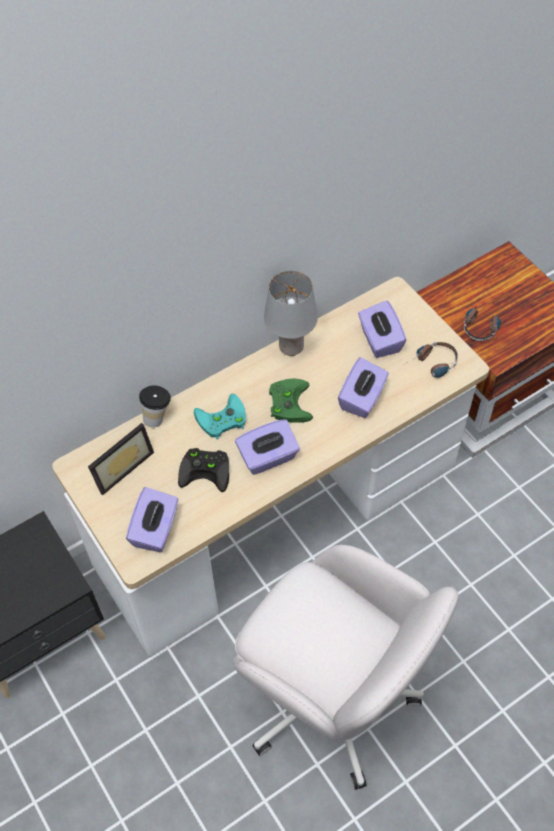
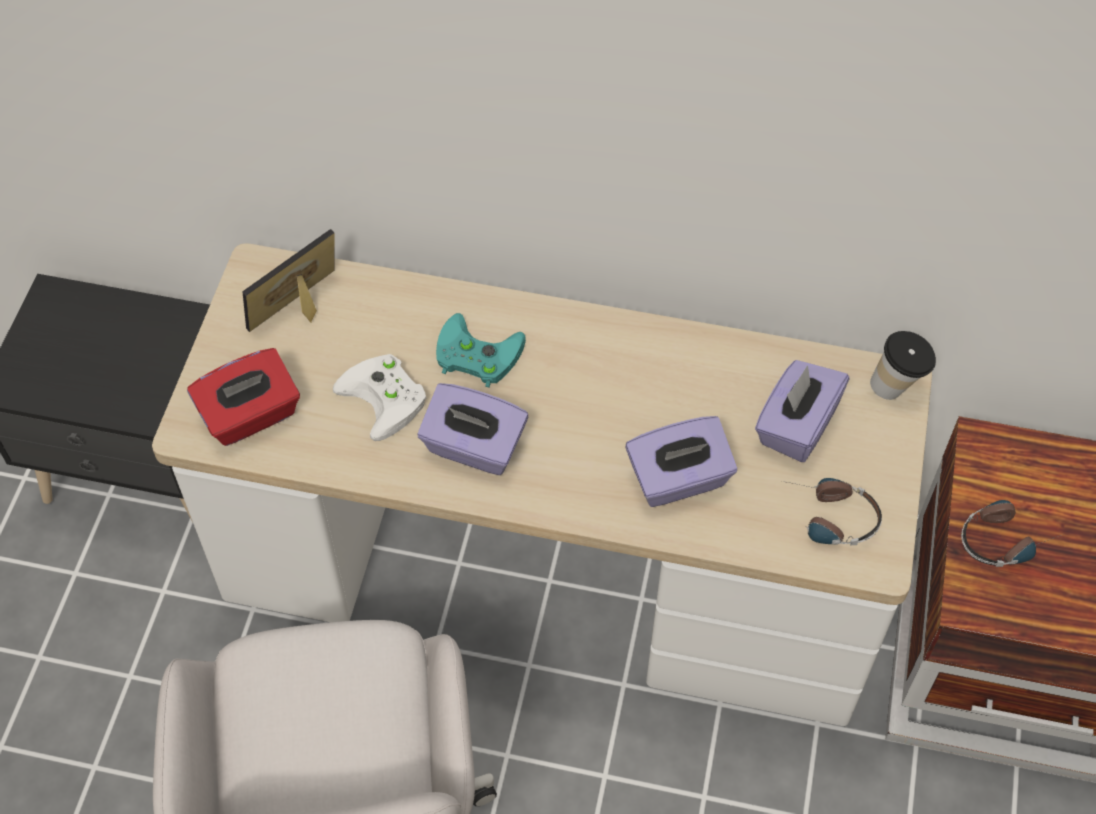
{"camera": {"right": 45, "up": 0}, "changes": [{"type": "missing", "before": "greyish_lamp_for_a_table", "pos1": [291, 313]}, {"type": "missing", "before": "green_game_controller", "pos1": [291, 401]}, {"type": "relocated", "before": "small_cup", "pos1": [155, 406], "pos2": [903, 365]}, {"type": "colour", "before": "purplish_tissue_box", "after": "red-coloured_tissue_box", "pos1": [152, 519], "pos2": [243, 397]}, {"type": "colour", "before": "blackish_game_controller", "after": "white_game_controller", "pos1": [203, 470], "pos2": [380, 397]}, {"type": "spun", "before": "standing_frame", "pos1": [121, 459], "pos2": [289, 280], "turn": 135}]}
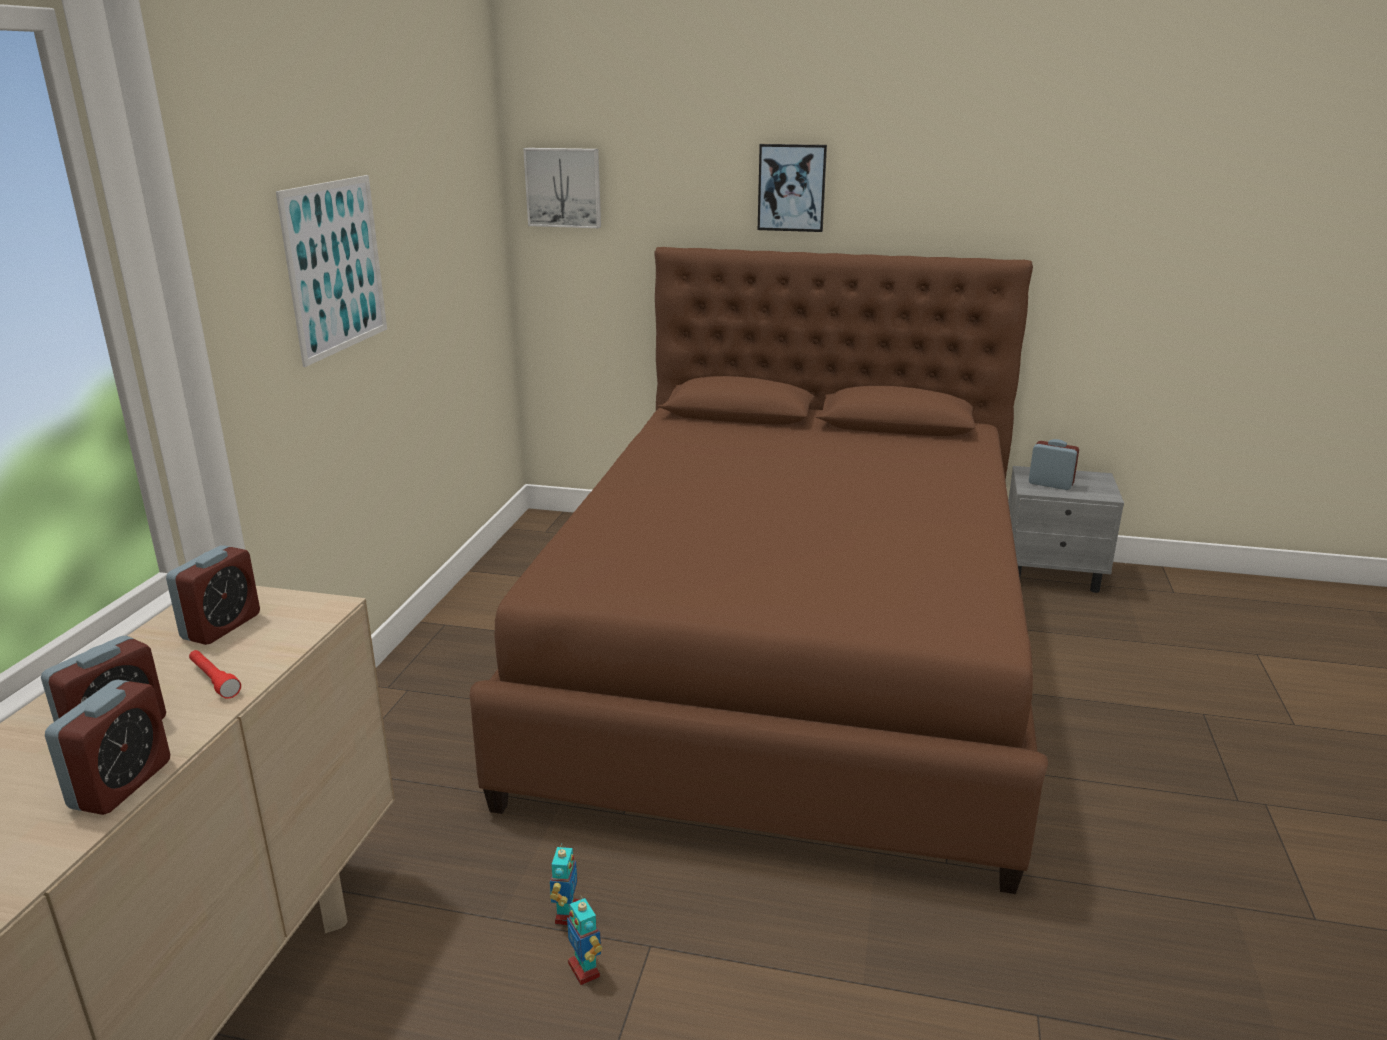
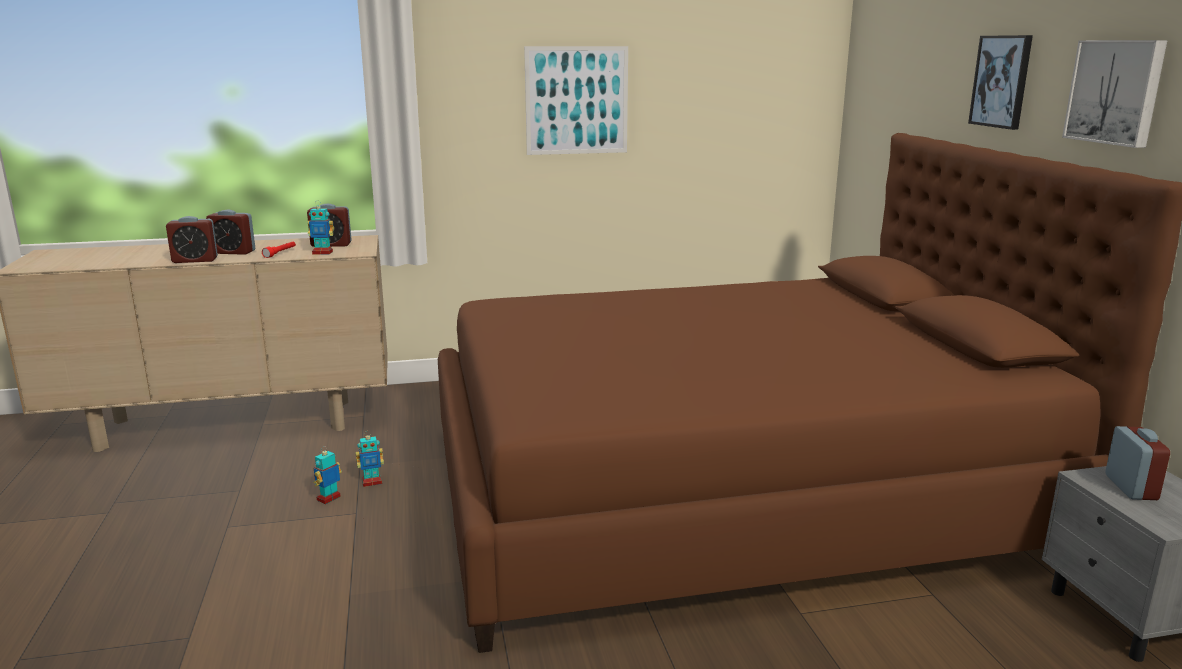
{"camera": {"right": 65, "up": -5}, "changes": [{"type": "appeared", "after": "model_robot", "pos2": [321, 228]}, {"type": "relocated", "before": "picture", "pos1": [562, 188], "pos2": [1115, 94]}]}
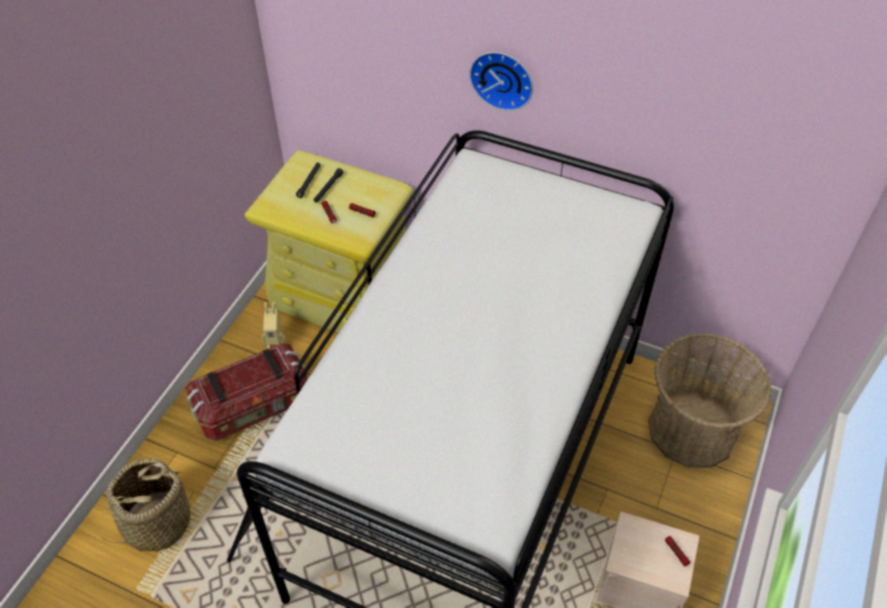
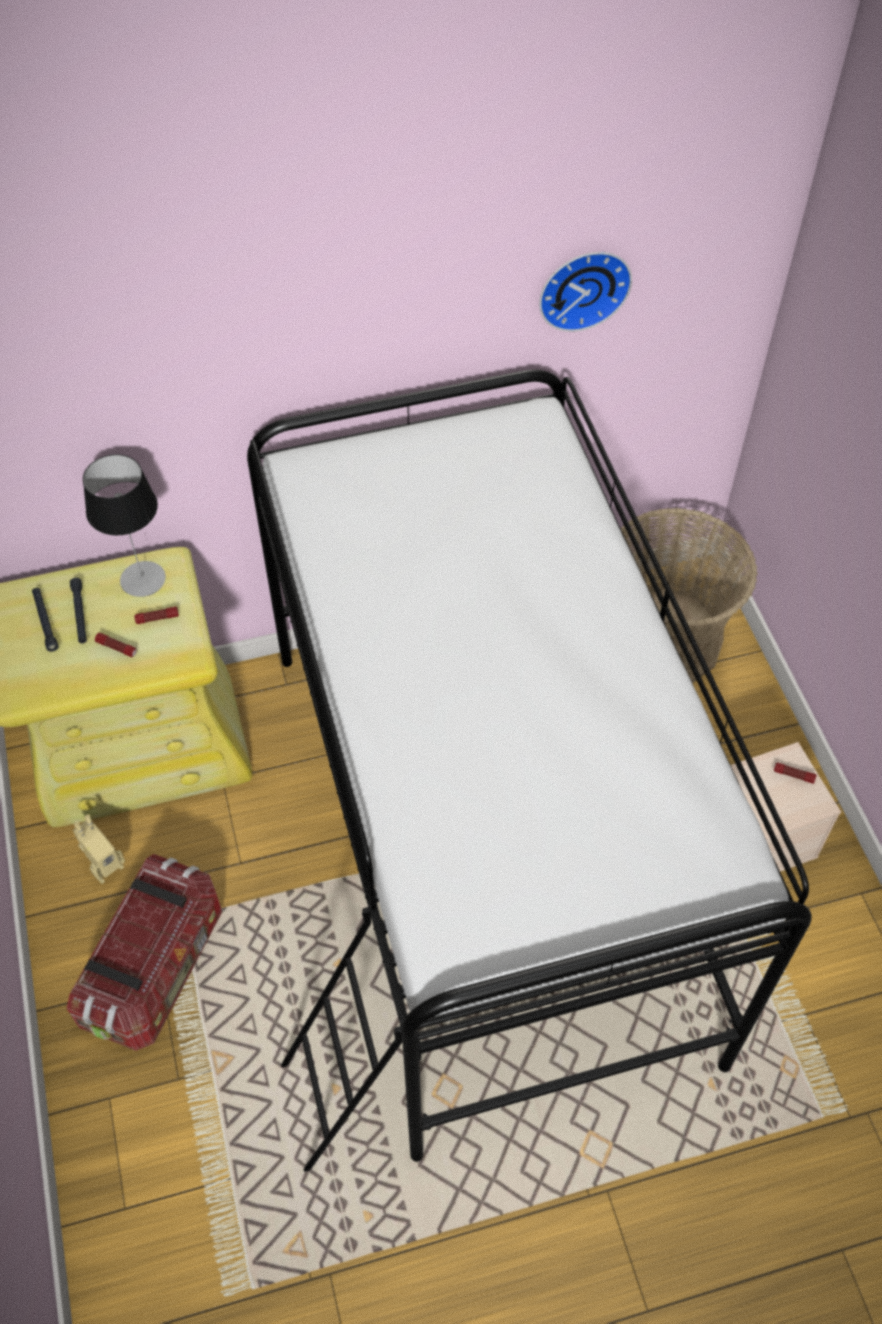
{"camera": {"right": -40, "up": 5}, "changes": [{"type": "missing", "before": "storage_basket", "pos1": [147, 504]}, {"type": "appeared", "after": "lamp_for_a_table", "pos2": [124, 525]}, {"type": "relocated", "before": "hanging_clock", "pos1": [501, 81], "pos2": [585, 292]}]}
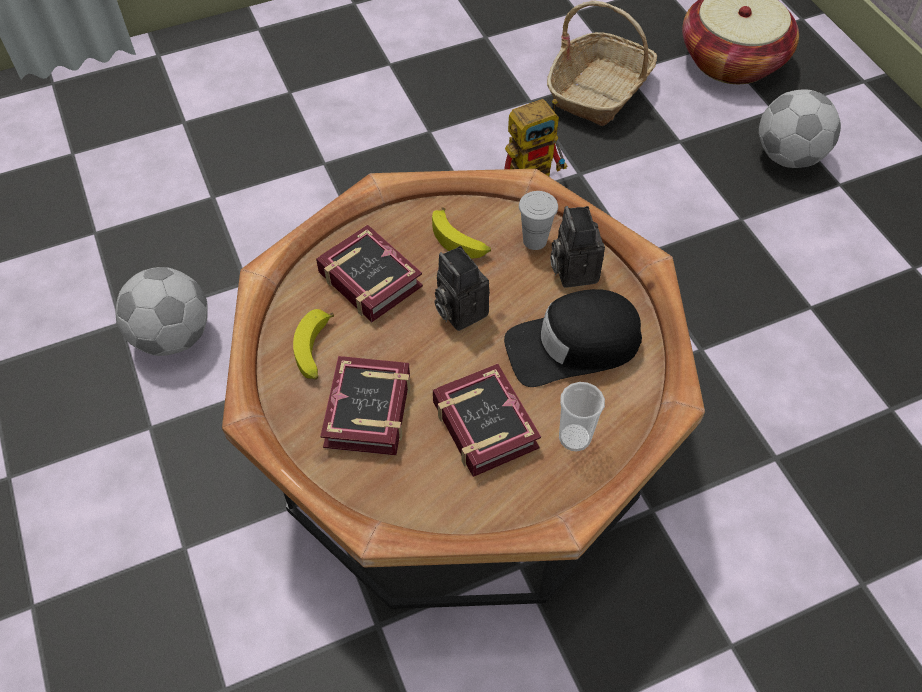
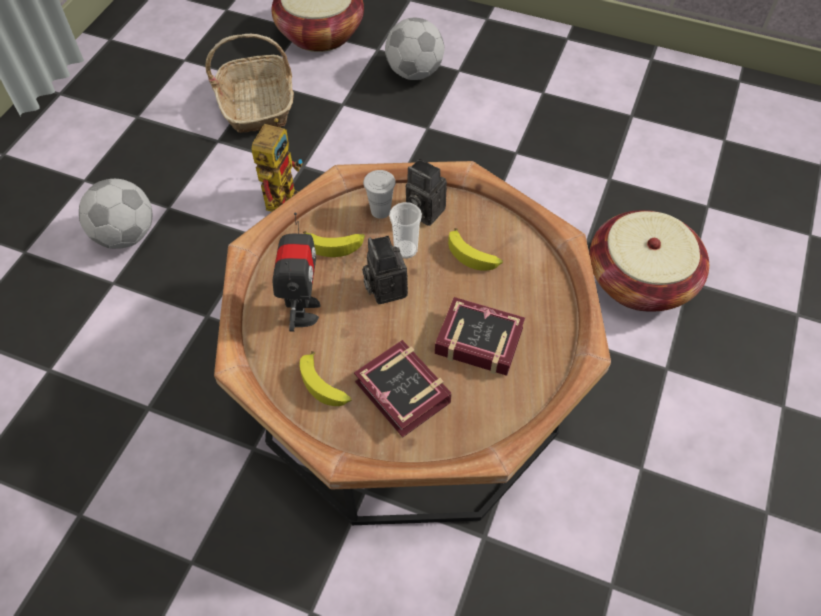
{"camera": {"right": -45, "up": 0}, "changes": [{"type": "appeared", "after": "storage_basket", "pos2": [649, 261]}, {"type": "relocated", "before": "ball_for_football", "pos1": [162, 311], "pos2": [115, 214]}, {"type": "relocated", "before": "small_cup", "pos1": [582, 416], "pos2": [405, 230]}, {"type": "exchanged", "before": "book", "after": "model_robot", "pos1": [369, 273], "pos2": [296, 272]}, {"type": "exchanged", "before": "blackish_baseball_cap", "after": "banana", "pos1": [573, 338], "pos2": [475, 249]}, {"type": "spun", "before": "photo_camera", "pos1": [462, 288], "pos2": [385, 270], "turn": 60}]}
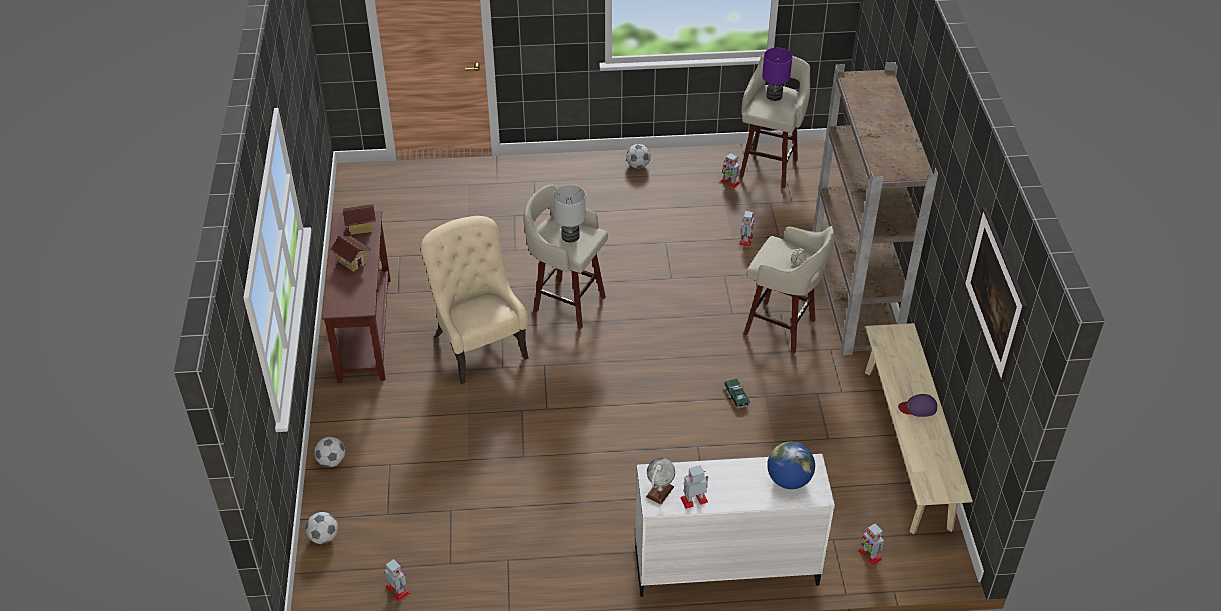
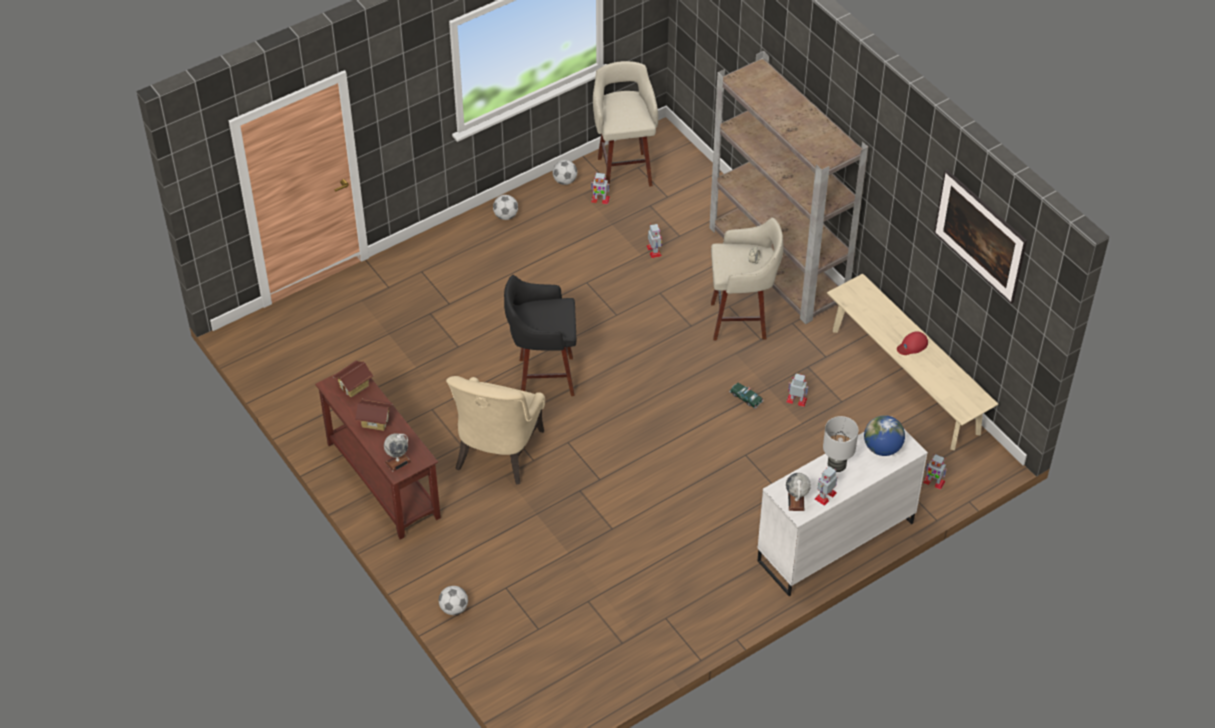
{"camera": {"right": -30, "up": 5}, "changes": [{"type": "missing", "before": "purplish_lamp_for_a_table", "pos1": [777, 74]}, {"type": "appeared", "after": "world_globe", "pos2": [397, 452]}, {"type": "relocated", "before": "ball_for_football", "pos1": [322, 528], "pos2": [565, 172]}, {"type": "relocated", "before": "model_robot", "pos1": [397, 580], "pos2": [797, 390]}, {"type": "relocated", "before": "greyish_lamp_for_a_table", "pos1": [570, 213], "pos2": [840, 444]}, {"type": "colour", "before": "beige_stool_seat", "after": "blackish_stool_seat", "pos1": [566, 256], "pos2": [540, 335]}, {"type": "colour", "before": "purplish_baseball_cap", "after": "red-coloured_baseball_cap", "pos1": [917, 405], "pos2": [912, 343]}, {"type": "spun", "before": "beige_upright_chair", "pos1": [475, 300], "pos2": [495, 430], "turn": -105}]}
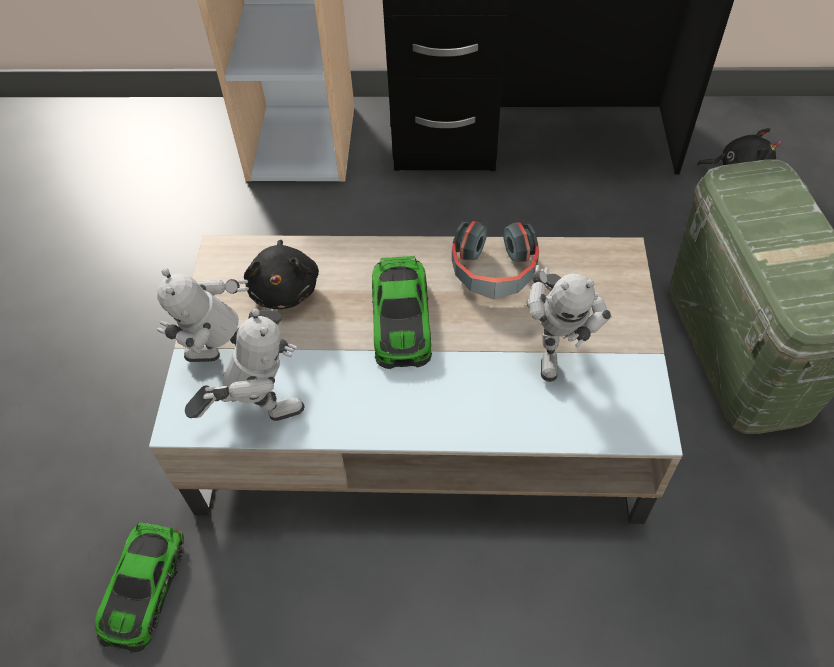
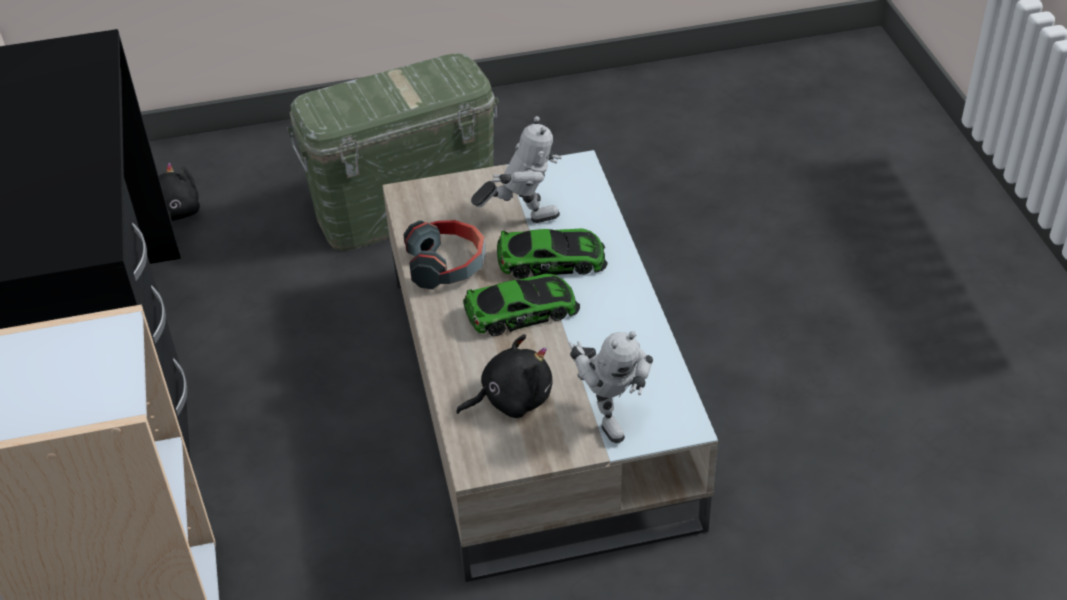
{"camera": {"right": -105, "up": -10}, "changes": [{"type": "missing", "before": "model_robot", "pos1": [245, 364]}, {"type": "relocated", "before": "model_car", "pos1": [139, 587], "pos2": [552, 254]}]}
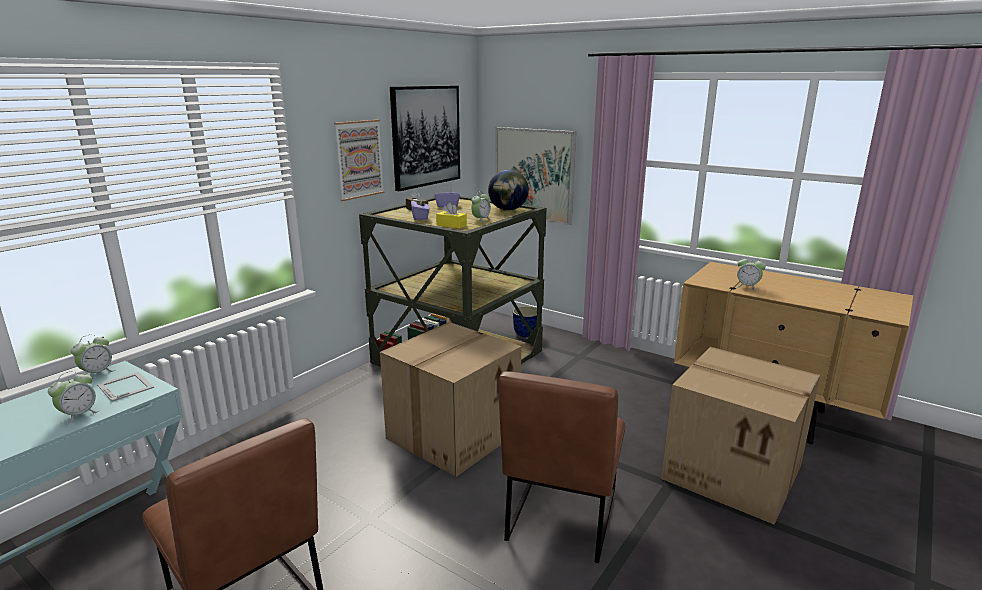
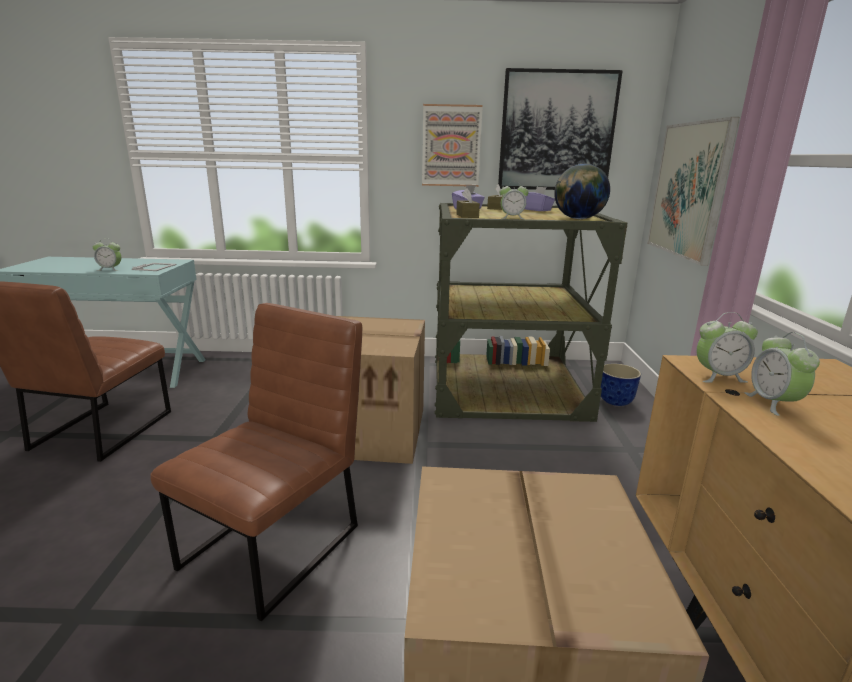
{"camera": {"right": 55, "up": 0}, "changes": [{"type": "relocated", "before": "table_clock", "pos1": [93, 356], "pos2": [727, 347]}, {"type": "colour", "before": "yellow_tissue_box", "after": "brown_tissue_box", "pos1": [451, 215], "pos2": [468, 203]}, {"type": "spun", "before": "brown_upright_chair", "pos1": [562, 467], "pos2": [256, 462], "turn": 135}]}
